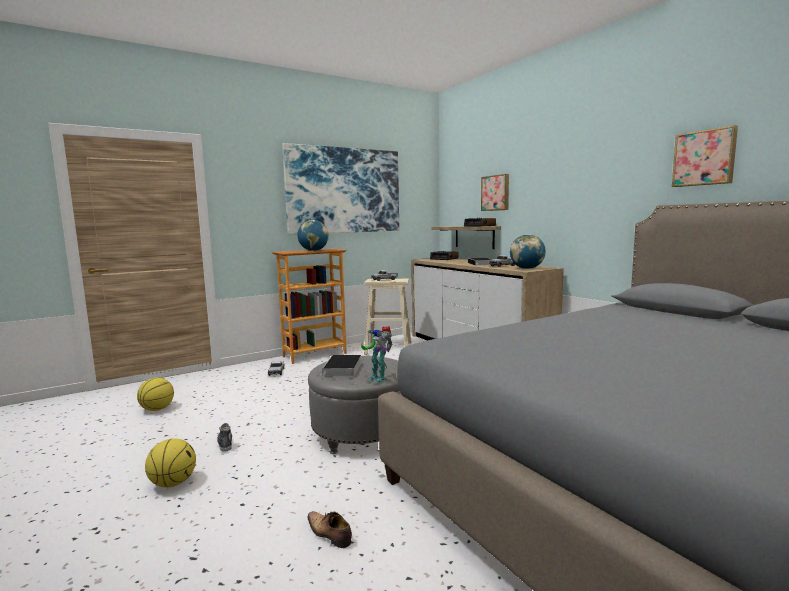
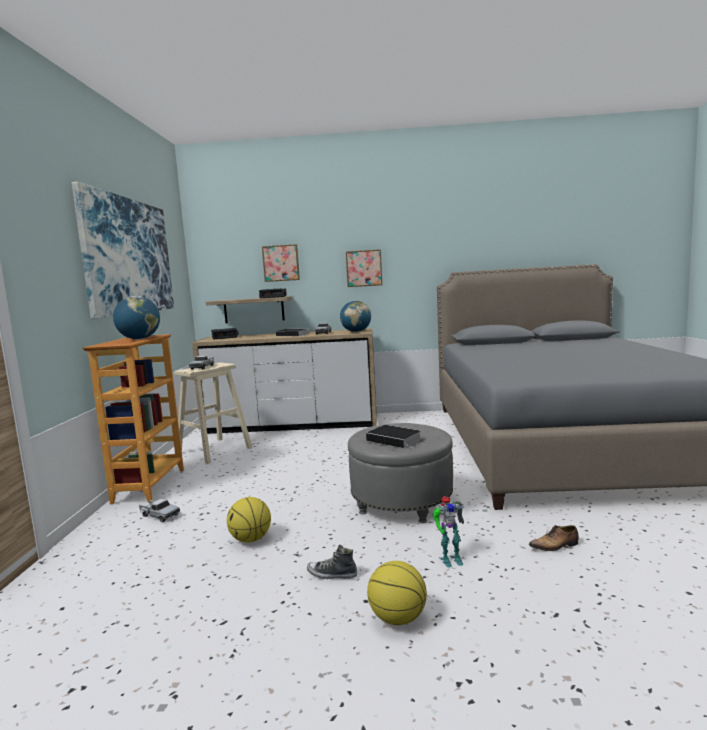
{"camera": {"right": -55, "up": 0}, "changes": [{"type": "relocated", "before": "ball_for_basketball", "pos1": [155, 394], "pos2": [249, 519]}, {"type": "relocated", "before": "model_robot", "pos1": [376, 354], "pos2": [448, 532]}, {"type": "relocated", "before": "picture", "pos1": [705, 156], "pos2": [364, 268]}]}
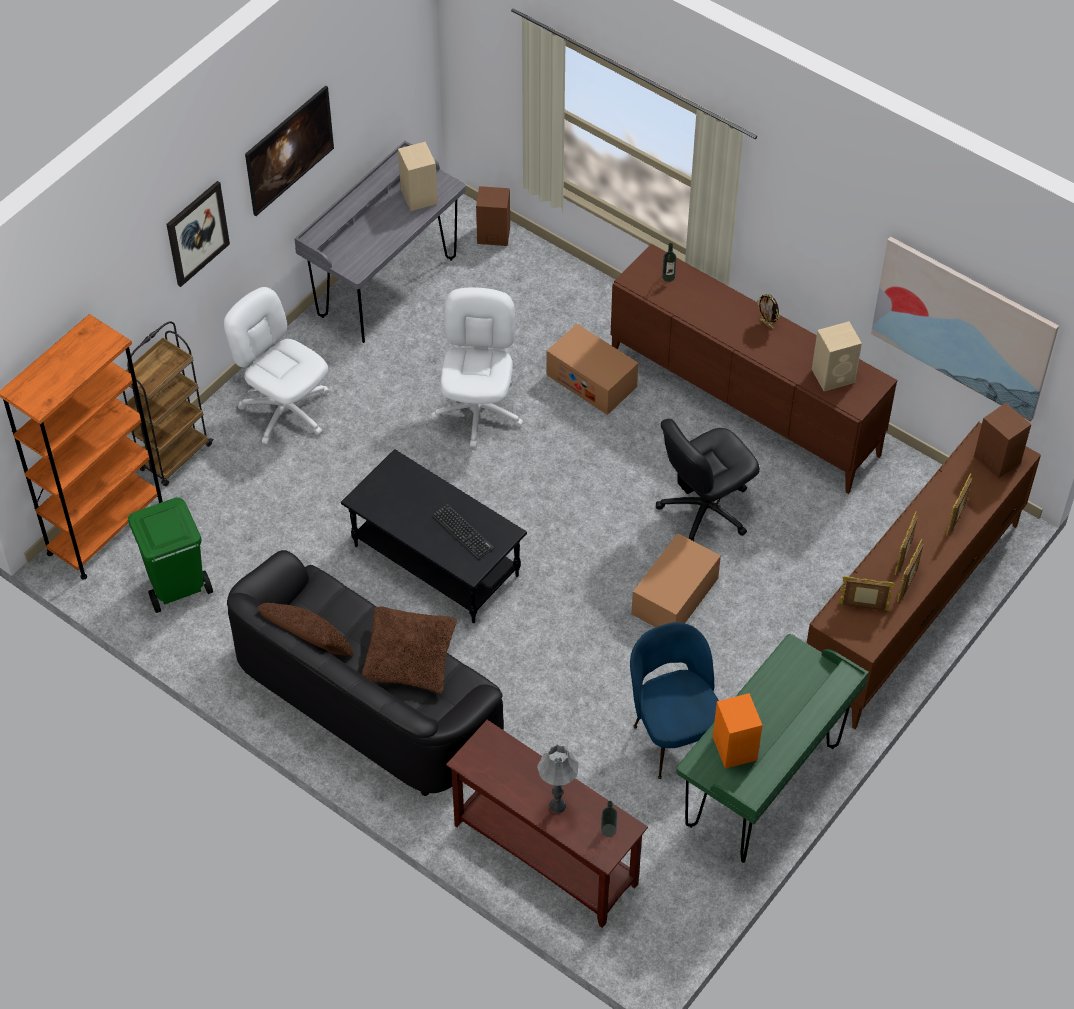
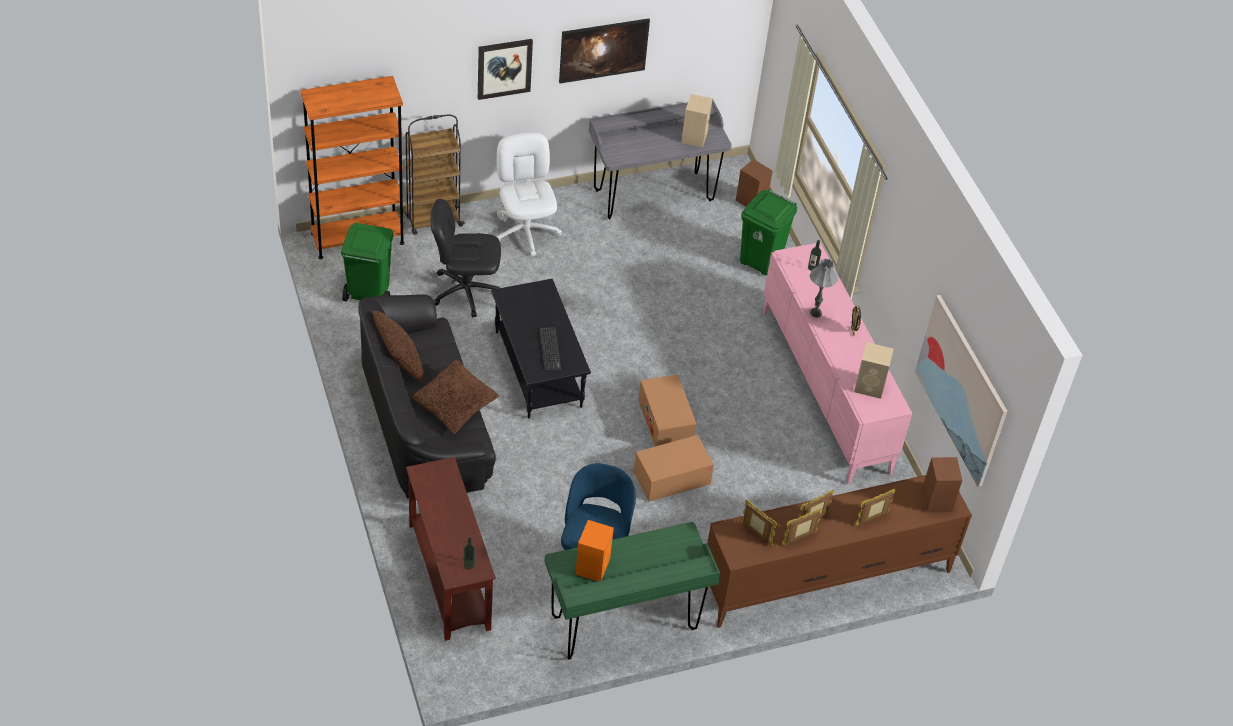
{"camera": {"right": 30, "up": -5}, "changes": [{"type": "missing", "before": "white_office_chair", "pos1": [477, 367]}, {"type": "appeared", "after": "green_rubbish_bin", "pos2": [768, 232]}, {"type": "relocated", "before": "greyish_lamp_for_a_table", "pos1": [558, 779], "pos2": [824, 288]}, {"type": "relocated", "before": "packing_box", "pos1": [592, 369], "pos2": [667, 410]}, {"type": "relocated", "before": "blackish_office_chair", "pos1": [708, 480], "pos2": [465, 258]}, {"type": "colour", "before": "brown_cabinet", "after": "pinkish_cabinet", "pos1": [753, 369], "pos2": [838, 363]}]}
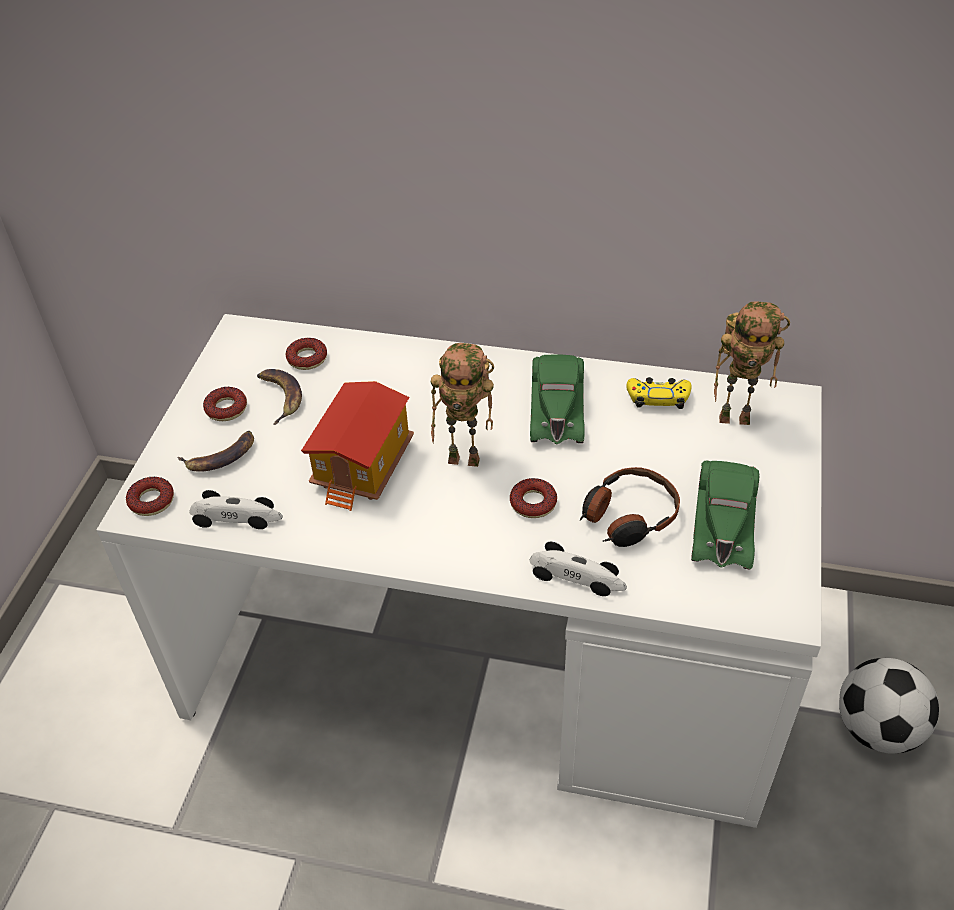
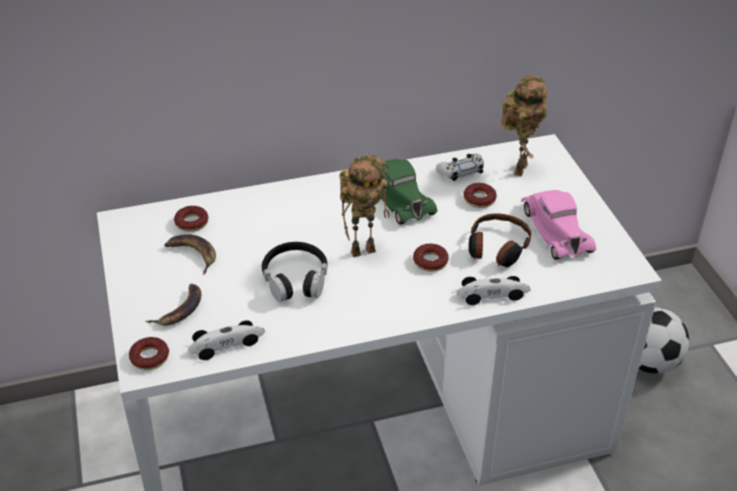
{"camera": {"right": -30, "up": -5}, "changes": [{"type": "relocated", "before": "doughnut", "pos1": [225, 404], "pos2": [480, 195]}, {"type": "exchanged", "before": "miniature_house", "after": "blackish_headset", "pos1": [357, 446], "pos2": [294, 272]}, {"type": "colour", "before": "yellow_game_controller", "after": "white_game_controller", "pos1": [659, 393], "pos2": [460, 167]}, {"type": "colour", "before": "green_model_car", "after": "pinkish_model_car", "pos1": [725, 515], "pos2": [558, 225]}, {"type": "spun", "before": "model_robot", "pos1": [752, 363], "pos2": [523, 126], "turn": -45}]}
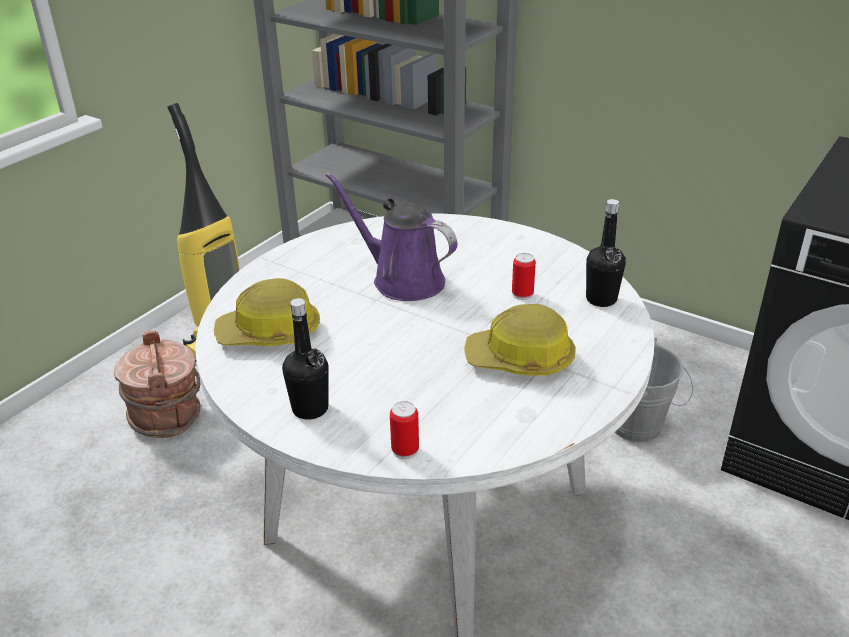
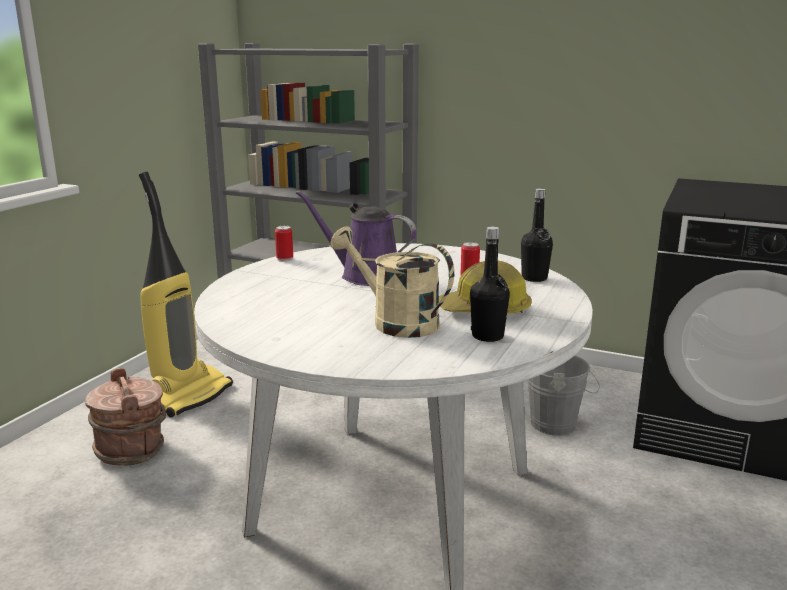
{"camera": {"right": -10, "up": -15}, "changes": [{"type": "missing", "before": "safety_helmet", "pos1": [267, 312]}, {"type": "appeared", "after": "beige_sprinkling_can", "pos2": [392, 282]}, {"type": "relocated", "before": "blackish_drink_bottle", "pos1": [305, 359], "pos2": [490, 284]}, {"type": "relocated", "before": "can", "pos1": [404, 430], "pos2": [284, 244]}]}
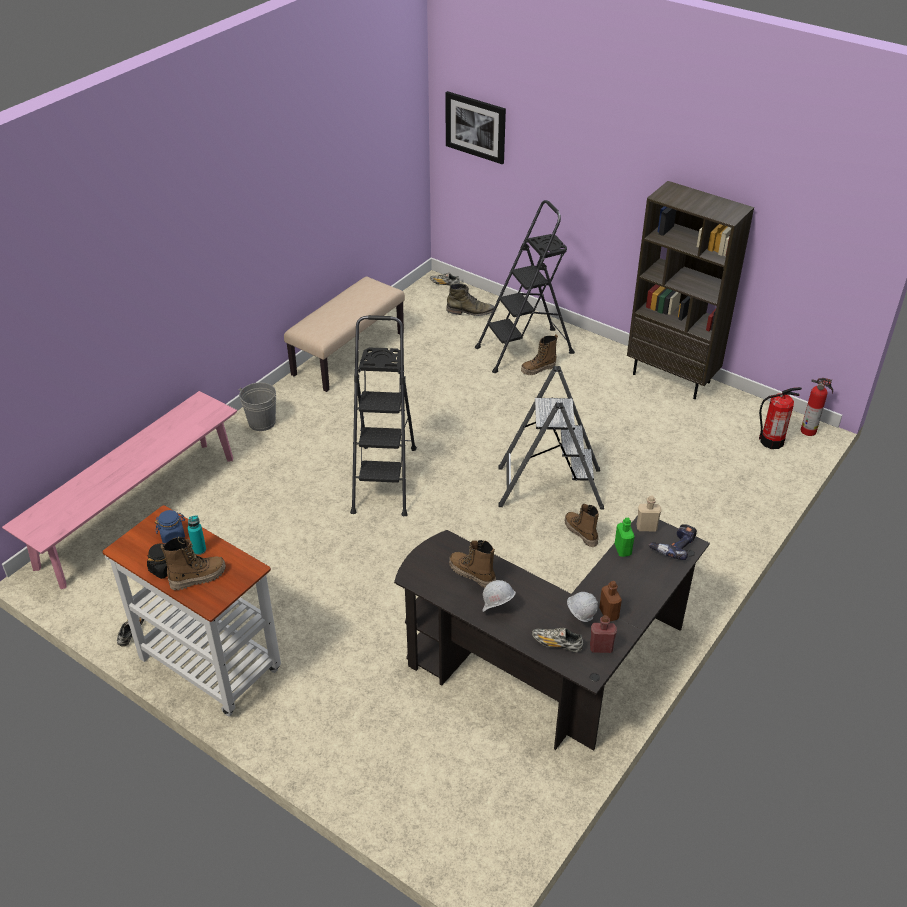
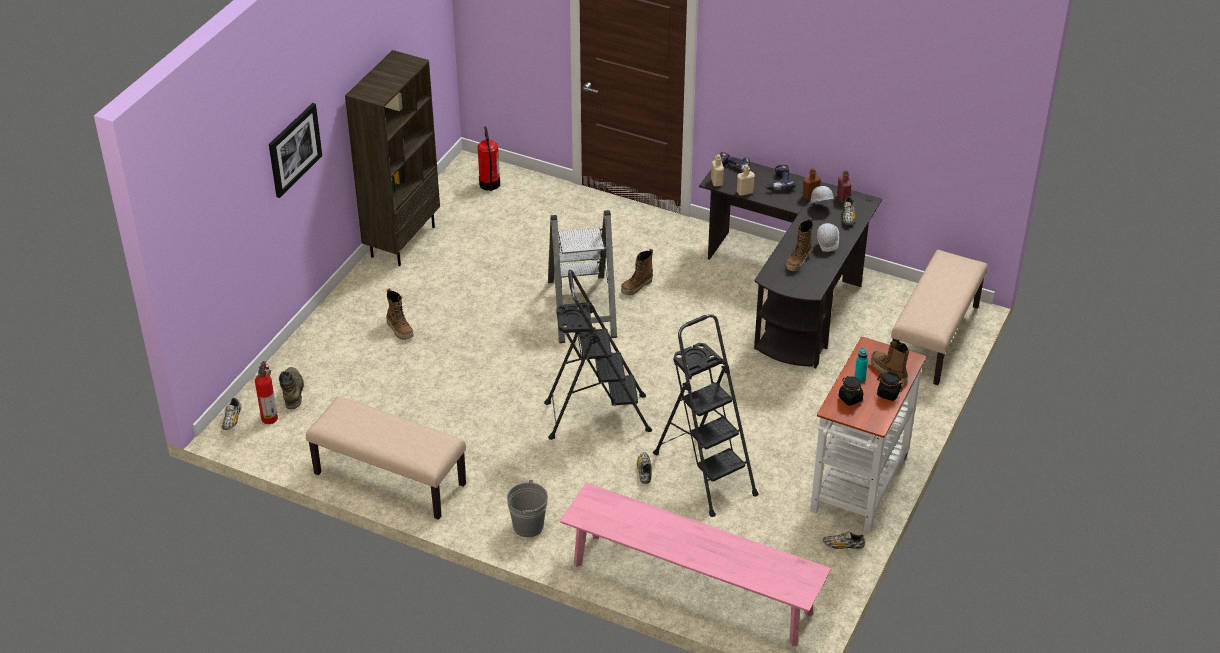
{"camera": {"right": -100, "up": 0}, "changes": [{"type": "appeared", "after": "low_shoe", "pos2": [644, 468]}, {"type": "appeared", "after": "electric_drill", "pos2": [780, 177]}, {"type": "appeared", "after": "beige_bench", "pos2": [939, 317]}, {"type": "relocated", "before": "picture", "pos1": [475, 127], "pos2": [295, 150]}, {"type": "relocated", "before": "step_stool", "pos1": [525, 286], "pos2": [706, 415]}, {"type": "relocated", "before": "fire_extinguisher", "pos1": [817, 407], "pos2": [266, 392]}, {"type": "colour", "before": "bluish_jar", "after": "blackish_jar", "pos1": [170, 527], "pos2": [851, 391]}, {"type": "colour", "before": "green_drink_bottle", "after": "beige_drink_bottle", "pos1": [624, 537], "pos2": [746, 180]}]}
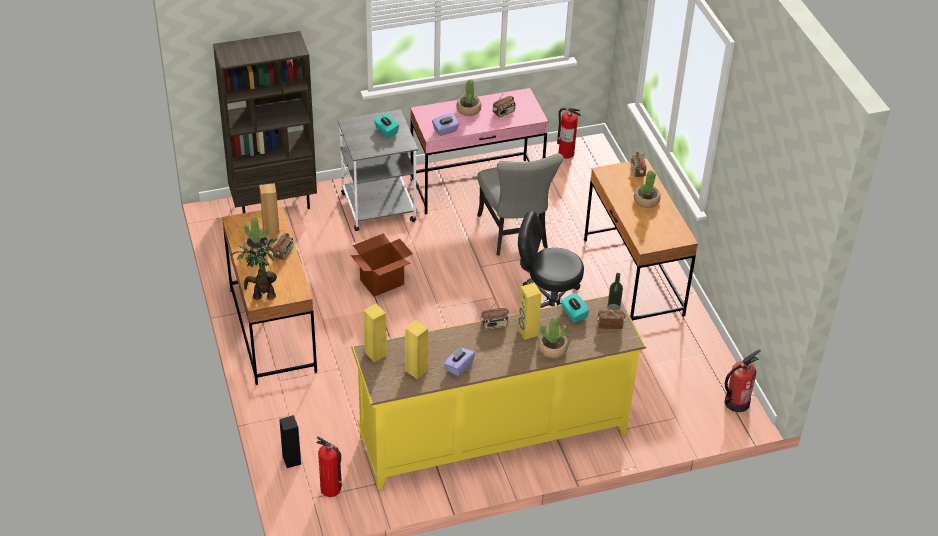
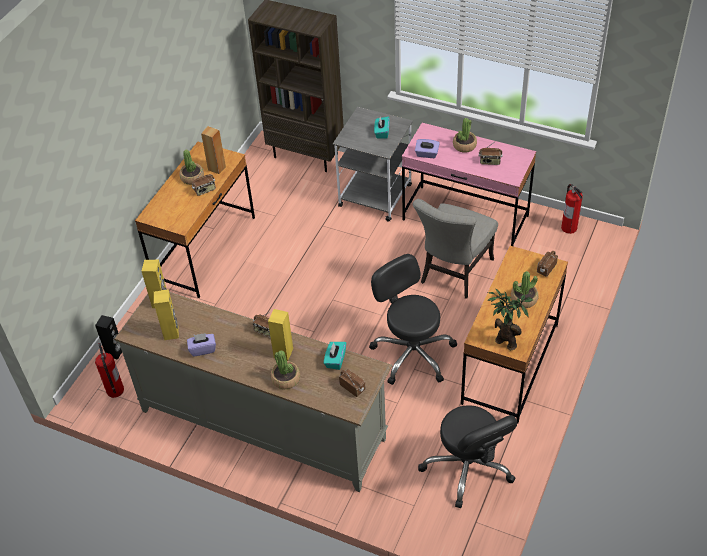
{"camera": {"right": 45, "up": 5}, "changes": [{"type": "missing", "before": "packing_box", "pos1": [382, 265]}, {"type": "missing", "before": "drink_bottle", "pos1": [615, 291]}, {"type": "missing", "before": "fire_extinguisher", "pos1": [742, 380]}, {"type": "appeared", "after": "blackish_office_chair", "pos2": [467, 456]}, {"type": "relocated", "before": "houseplant", "pos1": [255, 269], "pos2": [510, 319]}, {"type": "colour", "before": "yellow_cabinet", "after": "greyish_cabinet", "pos1": [499, 392], "pos2": [253, 392]}]}
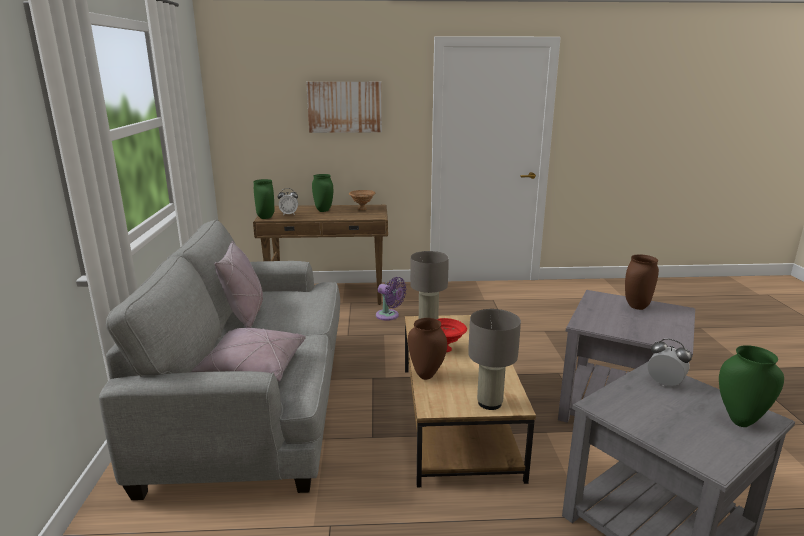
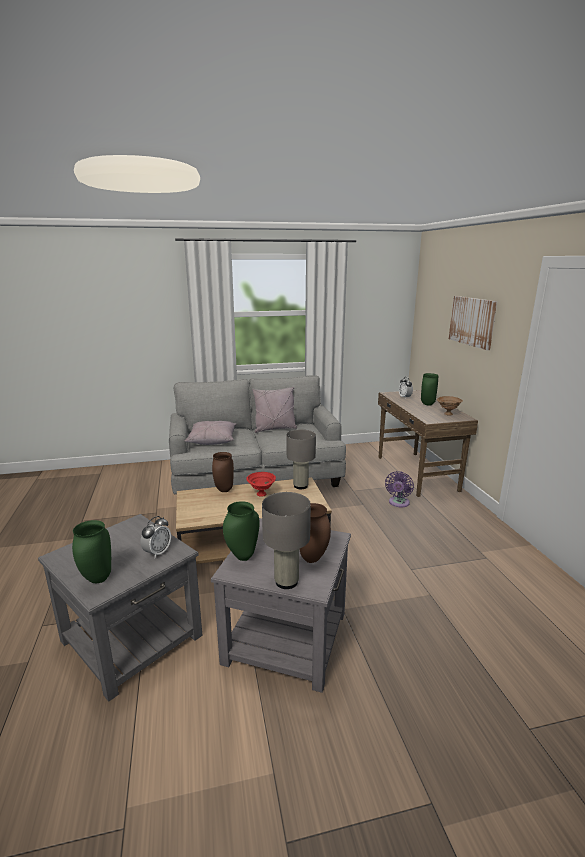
{"camera": {"right": 80, "up": 0}, "changes": [{"type": "relocated", "before": "green_flower_vase", "pos1": [263, 199], "pos2": [241, 531]}, {"type": "relocated", "before": "greyish_lamp_for_a_table", "pos1": [494, 359], "pos2": [286, 540]}]}
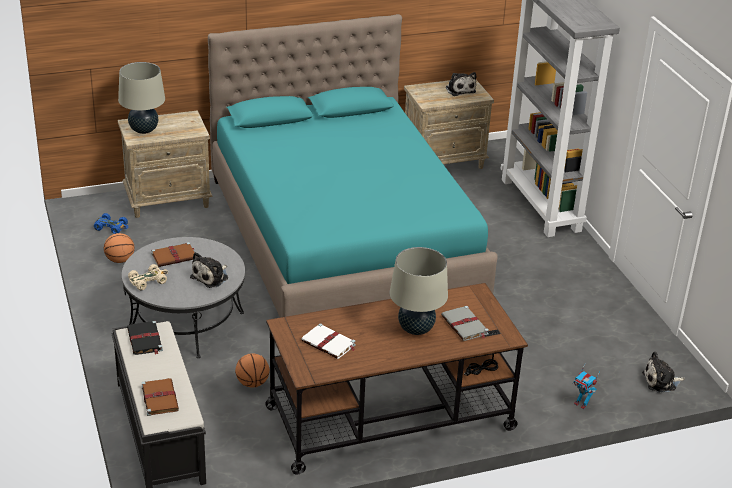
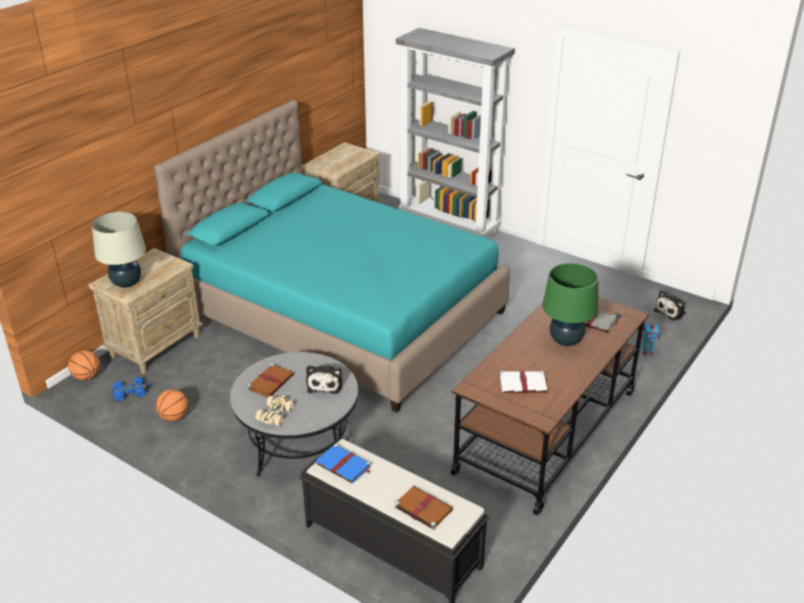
{"camera": {"right": -35, "up": 0}, "changes": [{"type": "missing", "before": "cuddly_toy", "pos1": [460, 84]}, {"type": "relocated", "before": "ball_for_basketball", "pos1": [252, 370], "pos2": [84, 365]}, {"type": "colour", "before": "blackish_book", "after": "bluish_book", "pos1": [145, 338], "pos2": [343, 463]}, {"type": "colour", "before": "beige_lamp_for_a_table", "after": "green_lamp_for_a_table", "pos1": [419, 291], "pos2": [570, 304]}]}
